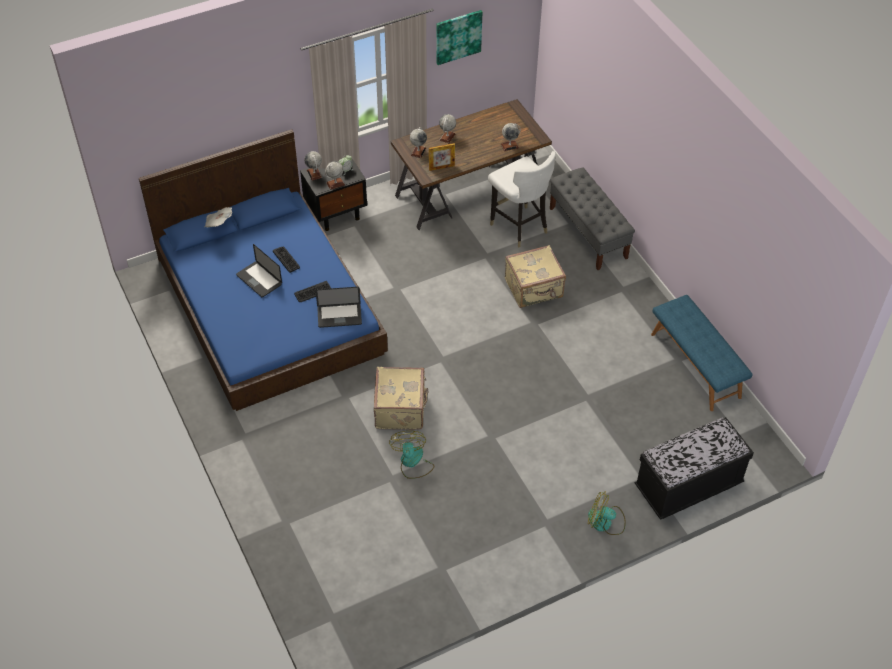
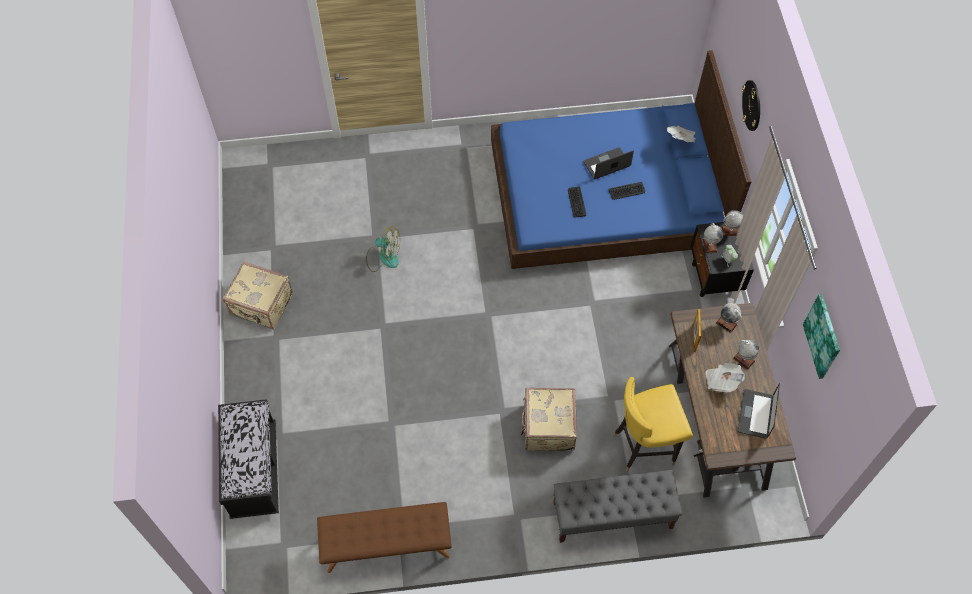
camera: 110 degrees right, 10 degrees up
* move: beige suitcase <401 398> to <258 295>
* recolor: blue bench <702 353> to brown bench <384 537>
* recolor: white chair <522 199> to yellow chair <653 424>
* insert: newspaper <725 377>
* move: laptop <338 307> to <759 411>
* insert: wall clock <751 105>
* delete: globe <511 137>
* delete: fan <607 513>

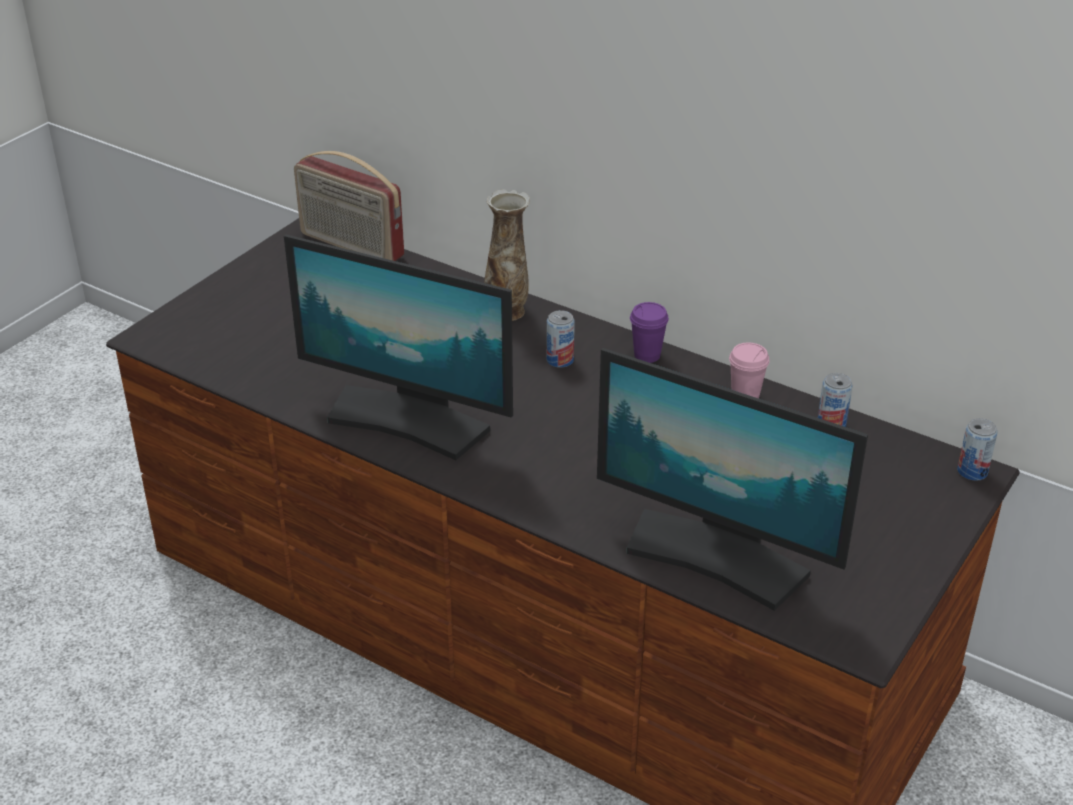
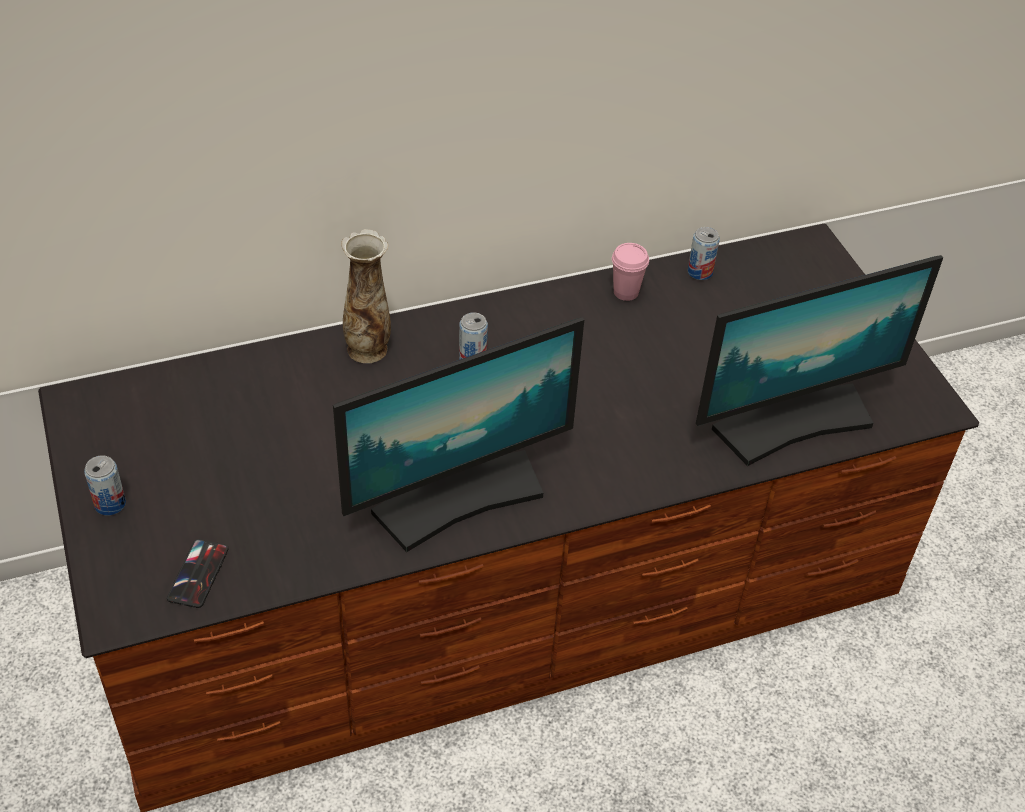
camera: 55 degrees left, 10 degrees up
* move: can <977 449> to <105 485>
* insert: phone <198 573>
* delete: radio <349 206>
* delete: purple cup <649 332>

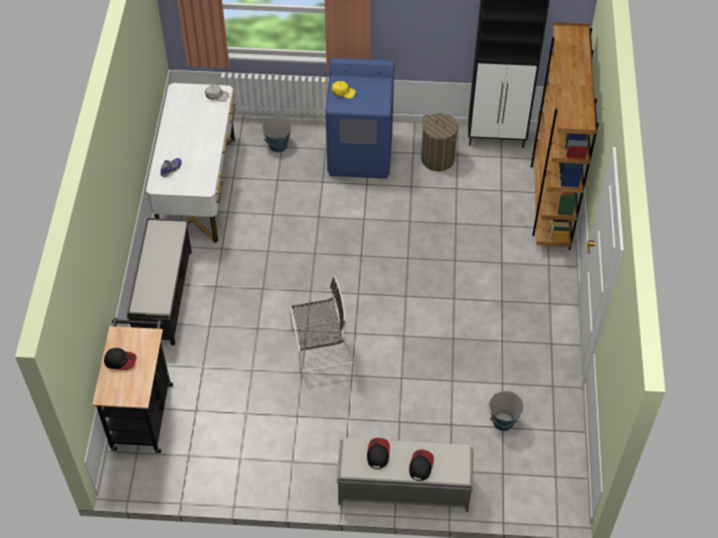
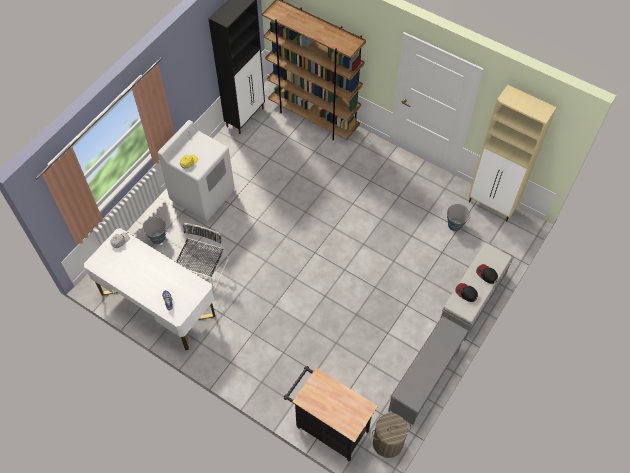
camera: 60 degrees left, 5 degrees up
* recolor: blue washing machine <360 118> to white washing machine <196 170>
* move: black chair <322 324> to <202 257>
* move: laundry basket <439 142> to <391 435>
* insert: grey shoe rack <428 370>
* insert: beige cabinet <512 153>
* delete: cap <120 359>
* delete: black bench <159 281>

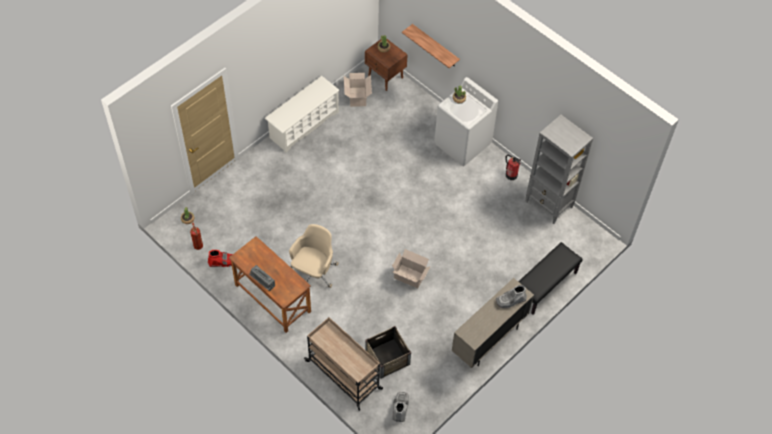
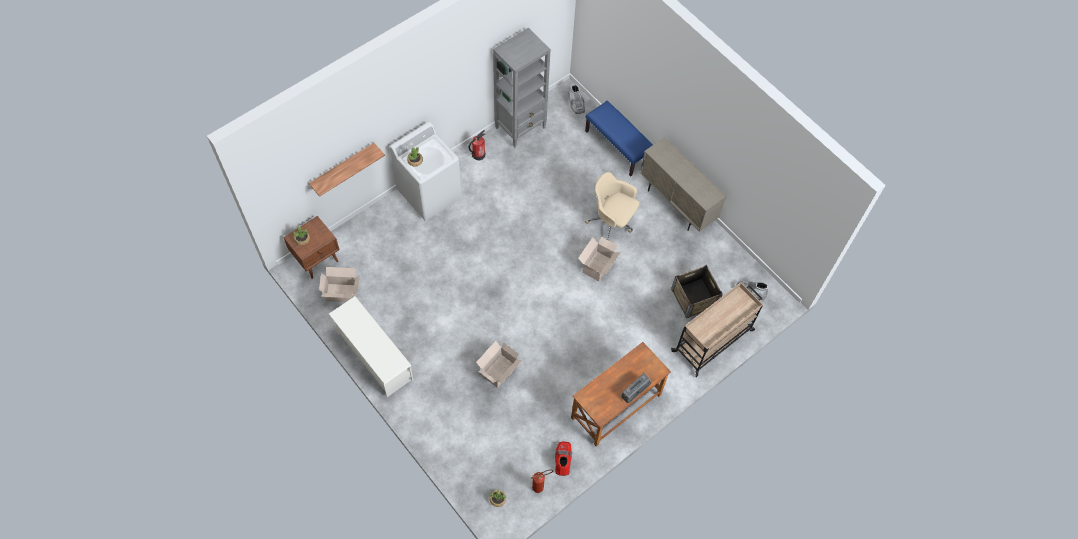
camera: 85 degrees left, 5 degrees up
* insert: cardboard box <499 364>
* move: grey boot <511 296> to <576 99>
* recolor: black bench <550 278> to blue bench <619 138>
* move: beige office chair <314 256> to <612 206>

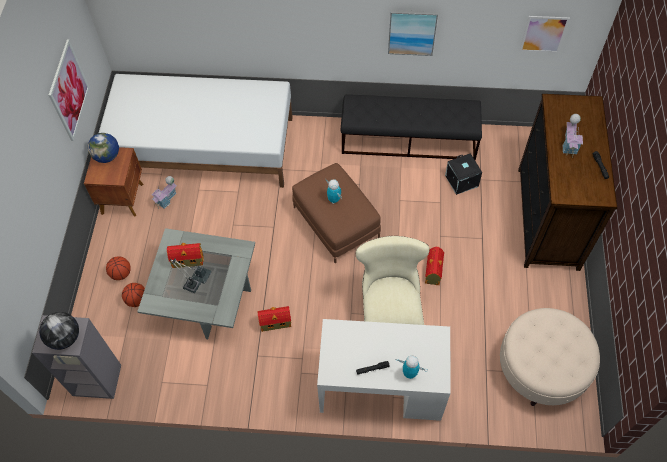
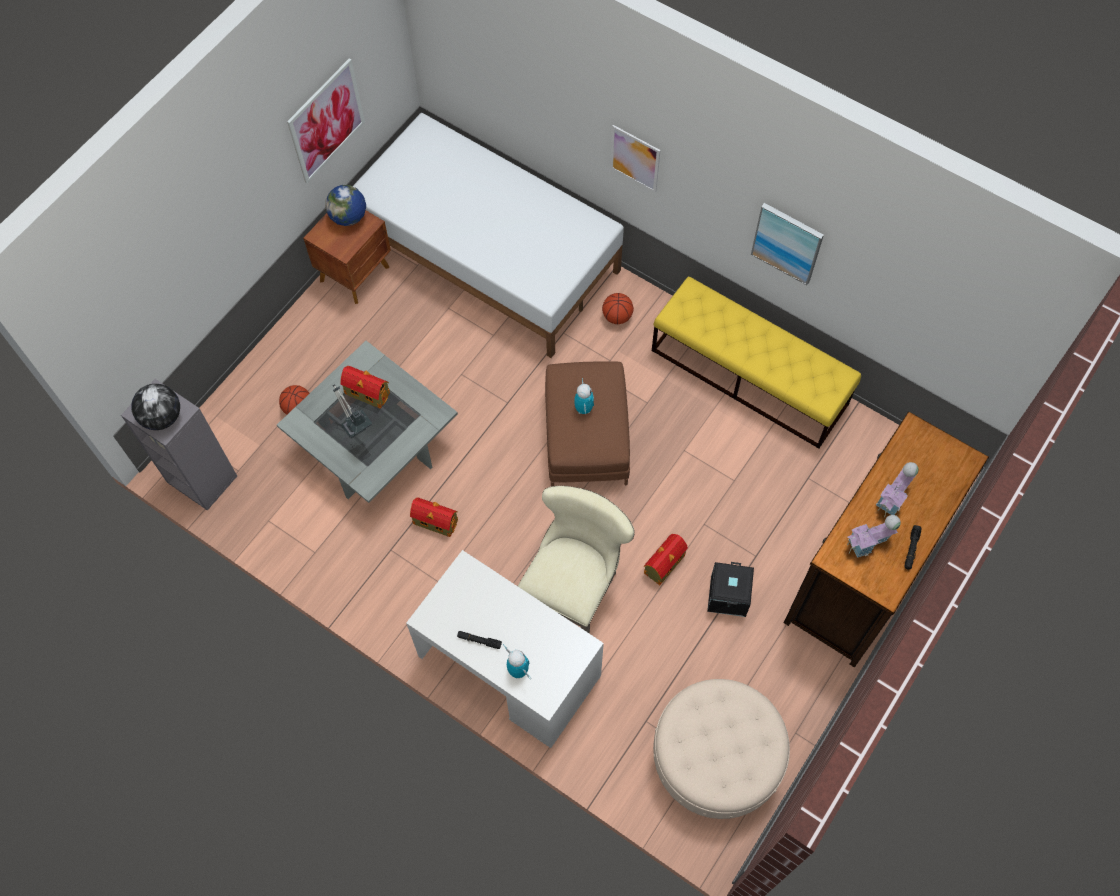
camera: 30 degrees right, 5 degrees up
* move: basketball <118 268> to <618 308>
* move: picture <545 34> to <635 159>
* recolor: black bench <411 127> to yellow bench <756 363>
* move: black storage box <463 174> to <730 589>
* move: toy house <164 192> to <874 536>

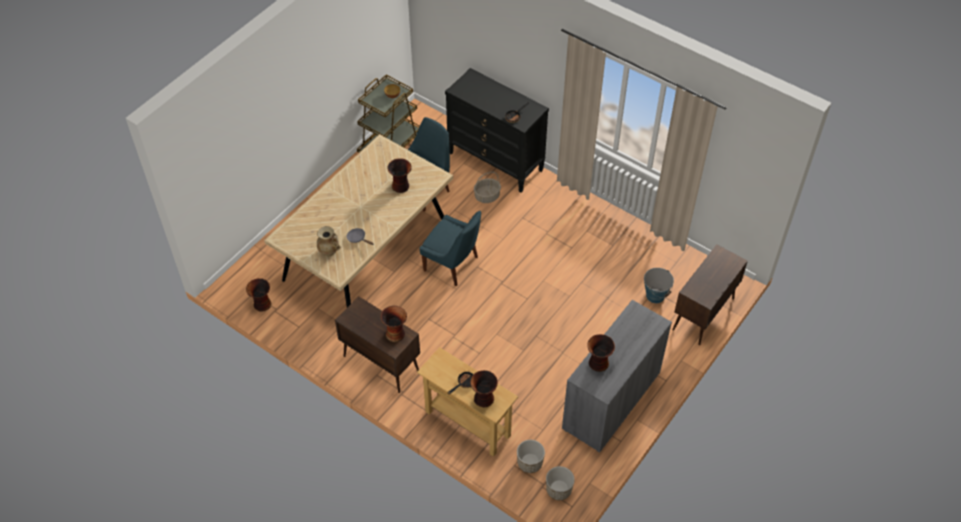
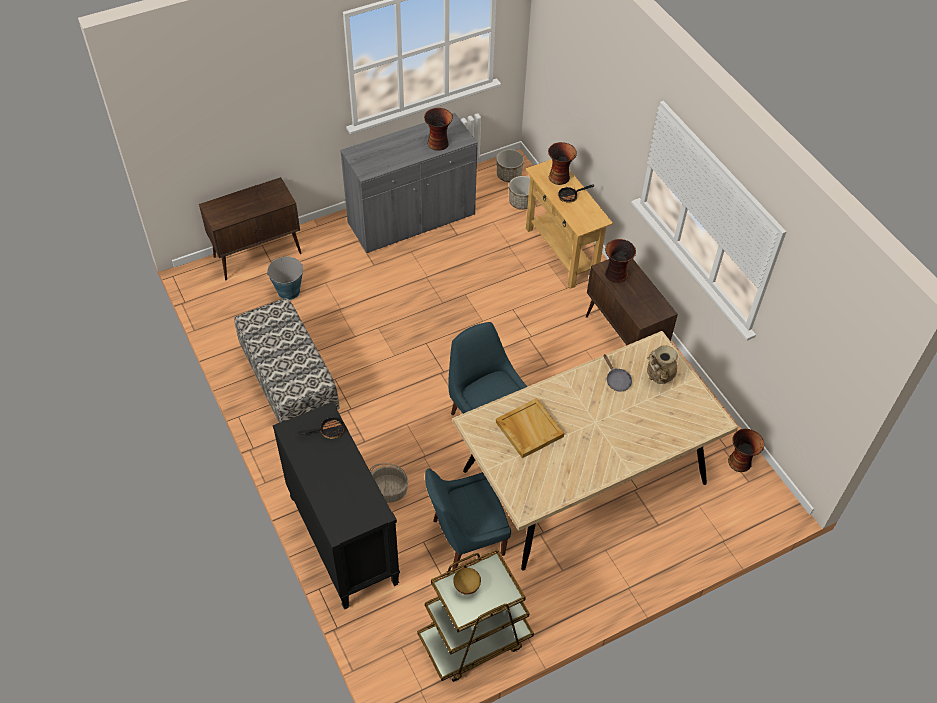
camera: 155 degrees left, 0 degrees up
* insert: bench <287 360>
* replace: vase <399 175> to beige tray <530 428>

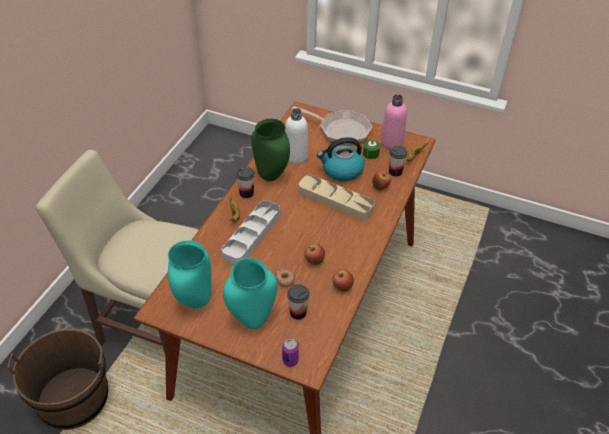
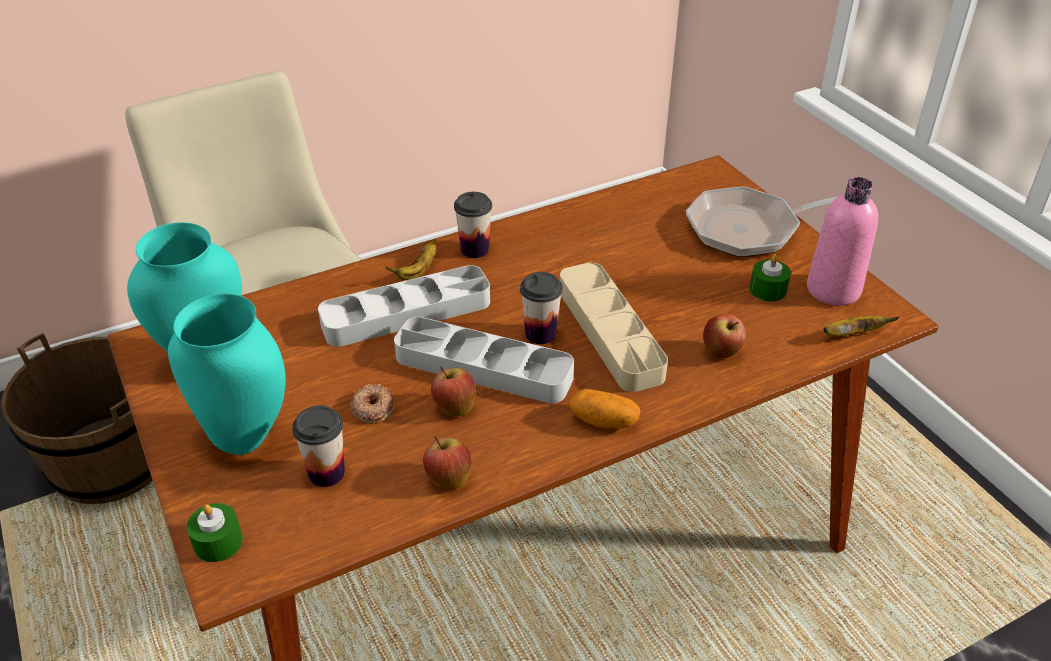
camera: 40 degrees right, 5 degrees down
* replace: can <290 352> to green candle <215 532>
* insert: grey tray <484 360>
* move: cup <398 161> to <541 308>
* insert: potato <605 409>
* rotate: frying pan <332 125> = <761 221> 105 degrees clockwise
* delete: green vase <270 150>
* delete: white bottle <296 136>
* delete: kettle <341 159>

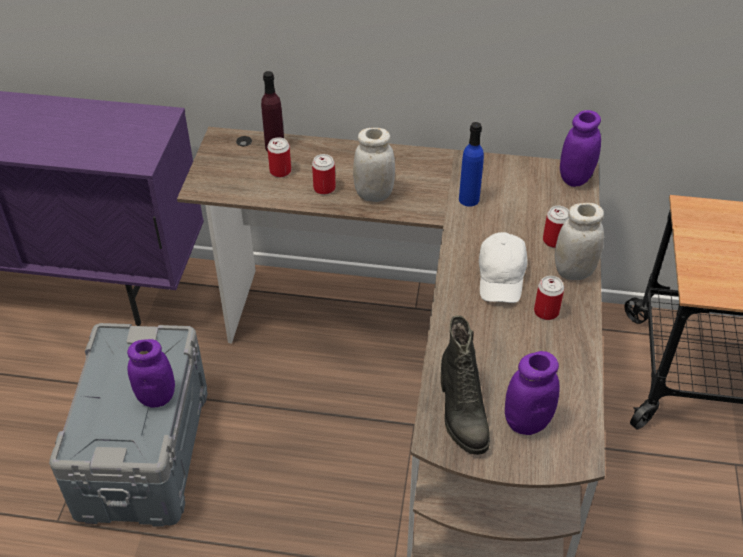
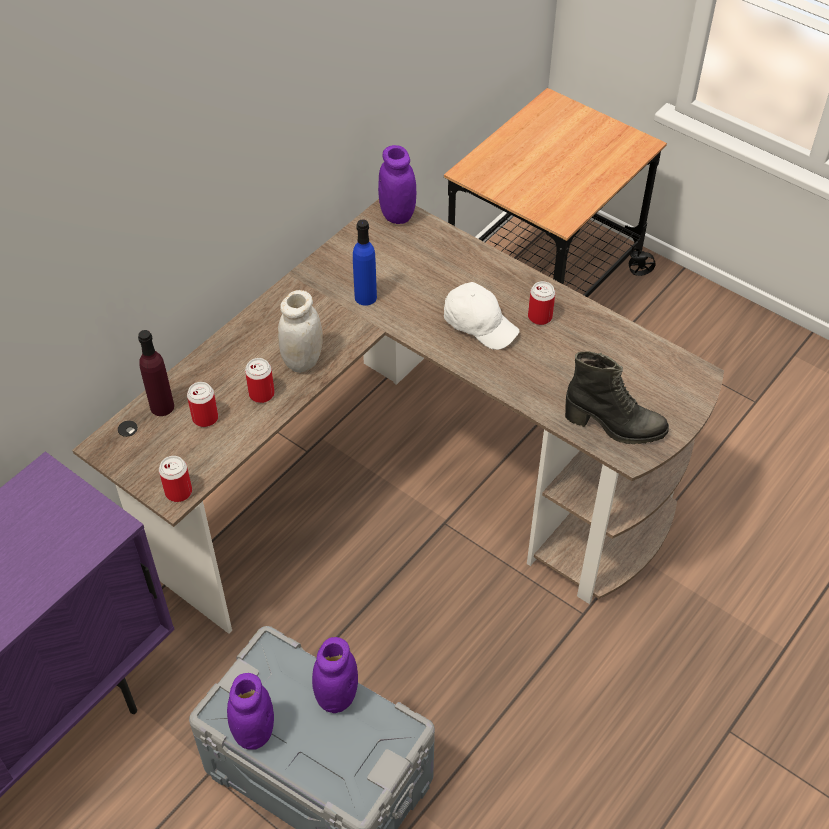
camera: 60 degrees left, 5 degrees up
* move: can <556 227> to <175 479>
* move: purple jar <532 393> to <250 711>
* delete: white jar <579 241>

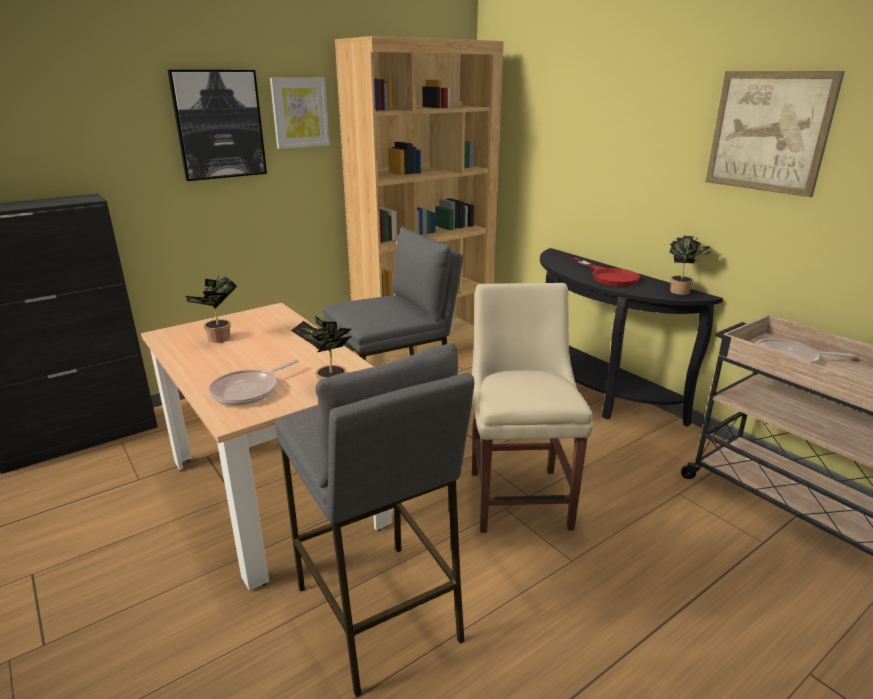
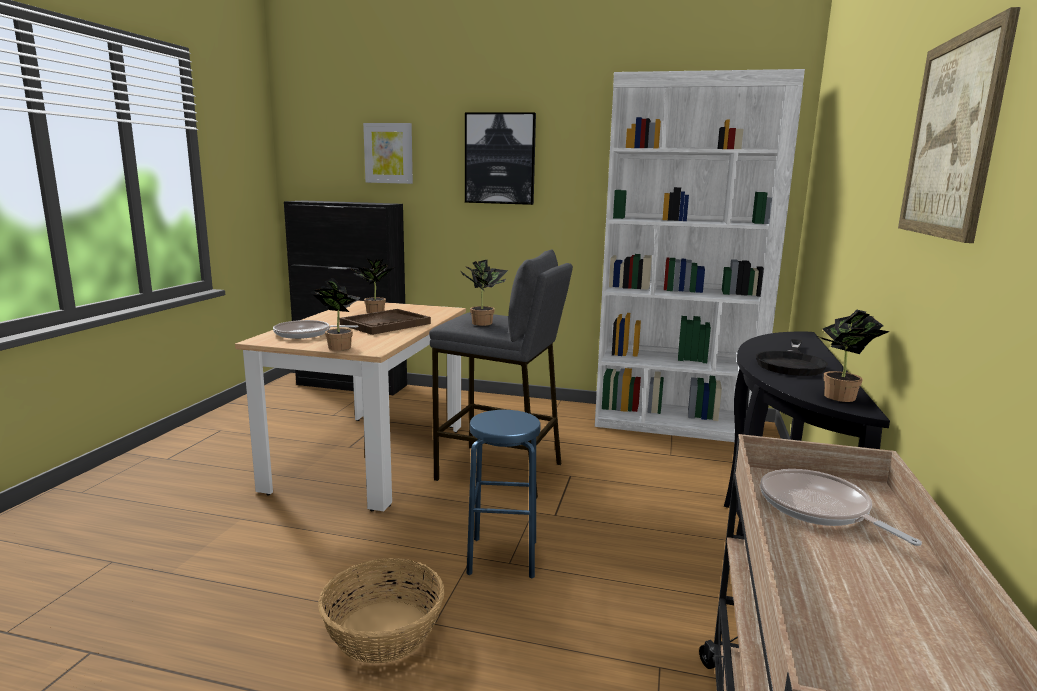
camera: 50 degrees right, 10 degrees down
* insert: basket <381 610>
* insert: brown tray <385 322>
* move: picture <300 113> to <388 153>
* insert: potted plant <484 293>
* replace: beige chair <532 408> to blue stool <504 494>
* recolor: brown bookcase <419 201> to white bookcase <700 255>
* recolor: red frying pan <606 272> to black frying pan <792 357>
* delete: grey stool <375 520>

